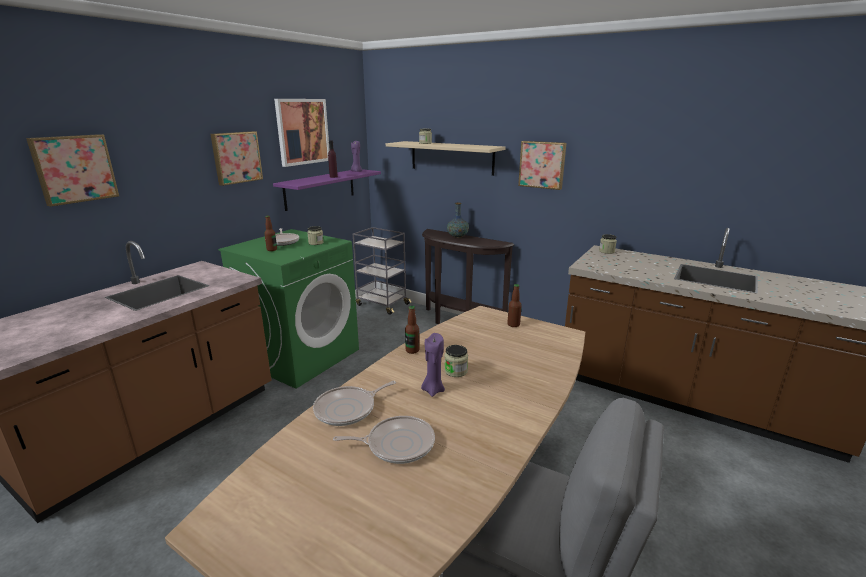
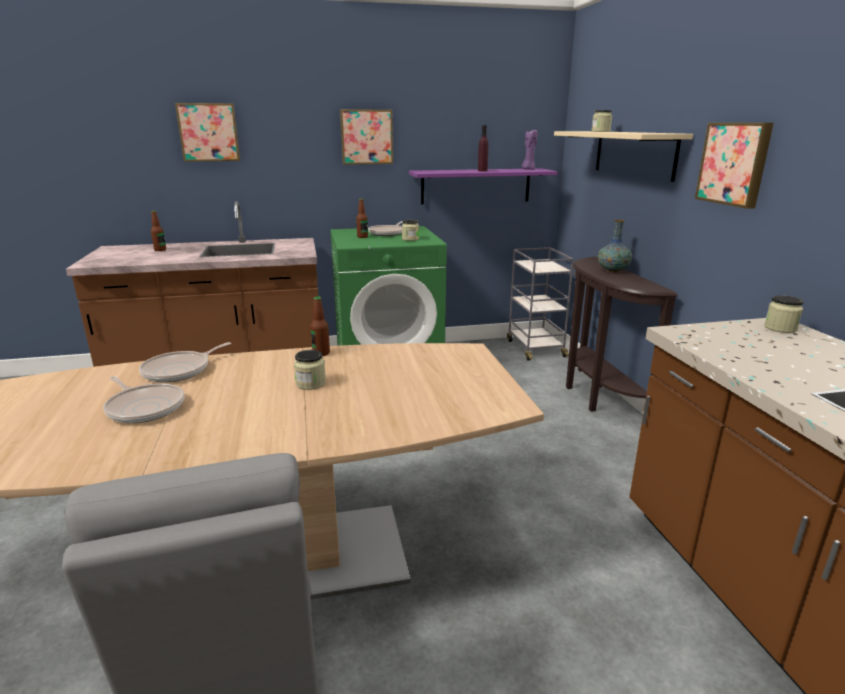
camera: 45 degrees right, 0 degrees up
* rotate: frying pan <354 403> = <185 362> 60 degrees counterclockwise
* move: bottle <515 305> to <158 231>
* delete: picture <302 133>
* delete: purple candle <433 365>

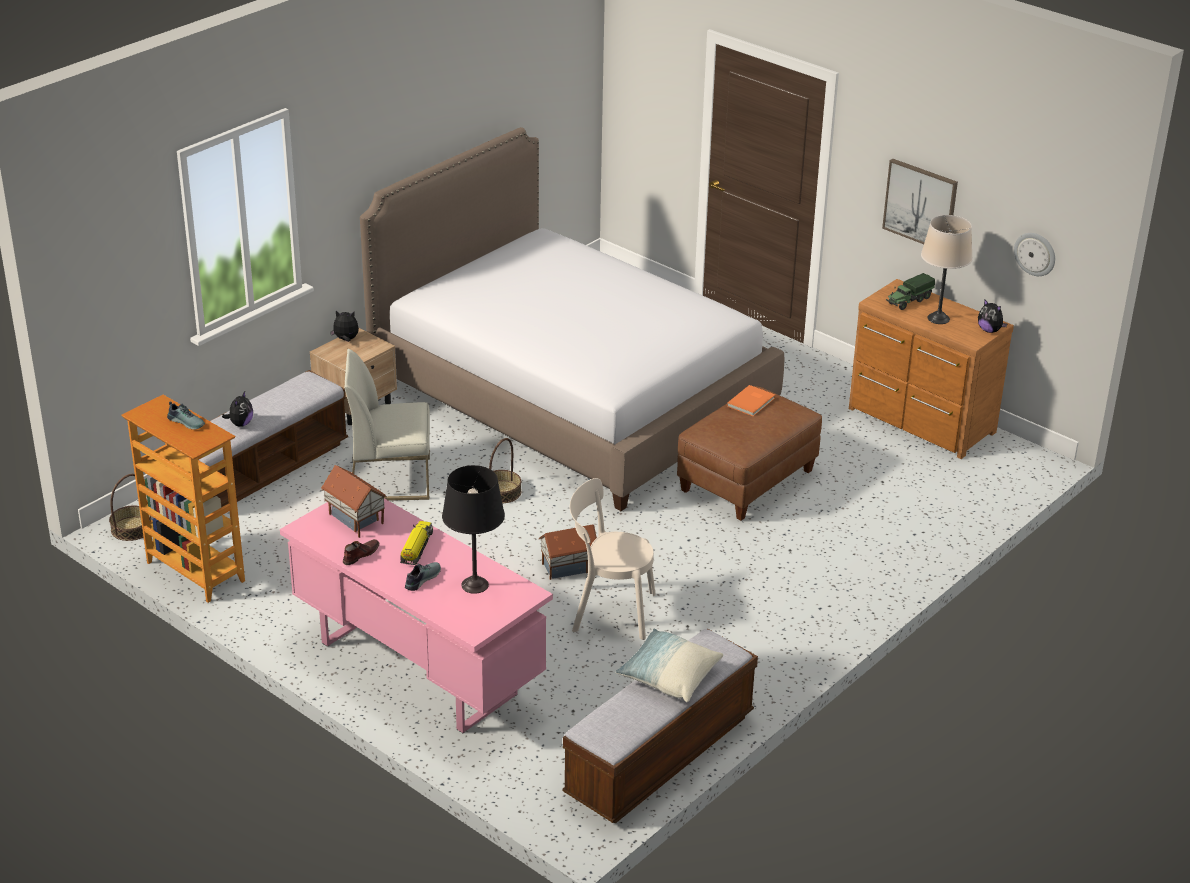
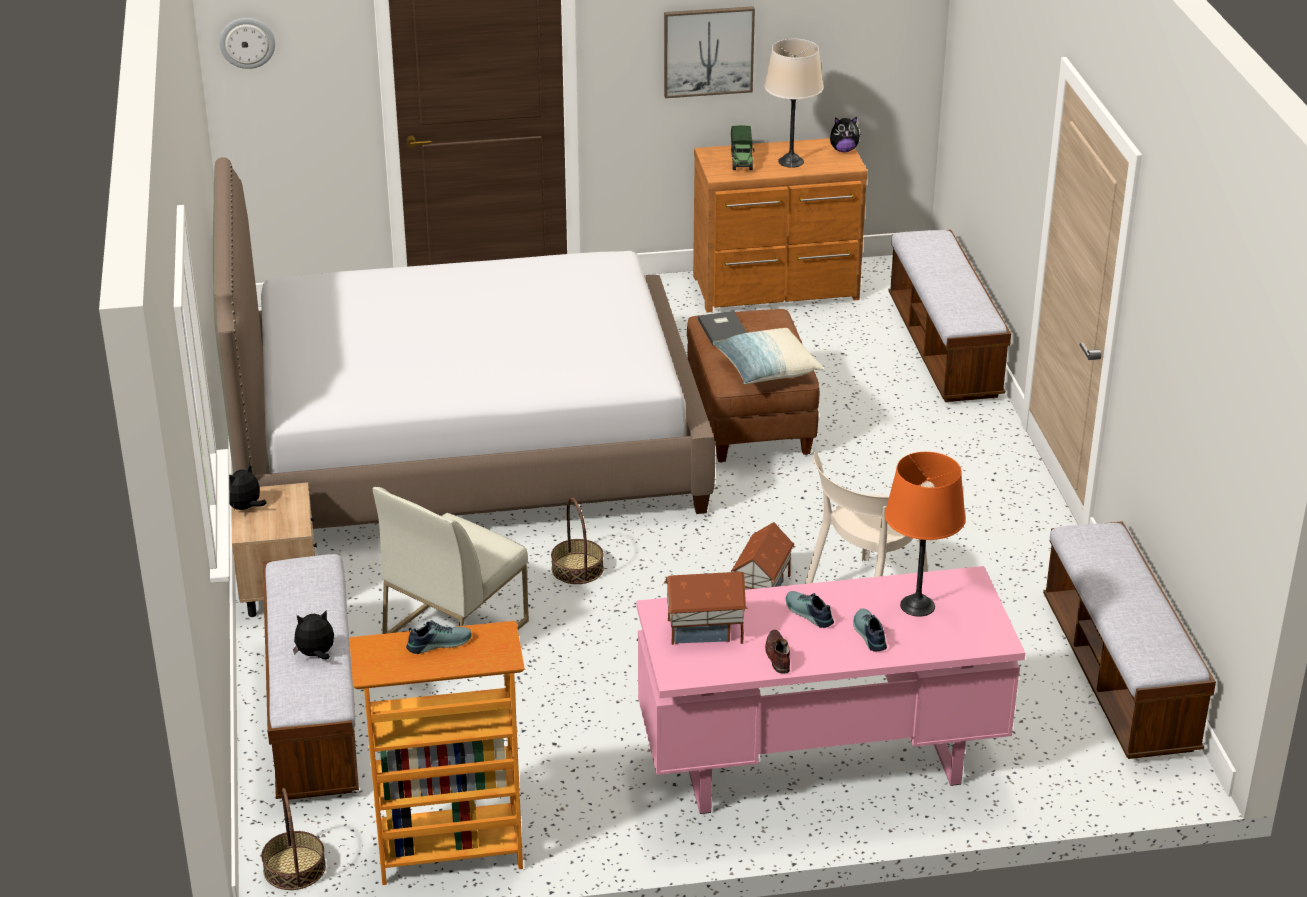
camera: 50 degrees left, 0 degrees up
* move: wall clock <1034 254> to <247 43>
* rotate: plush toy <237 409> = <313 635> 75 degrees counterclockwise
* recolor: orange book <751 400> to grey book <722 328>
* move: pillow <669 665> to <768 356>
* replace: toy truck <416 543> to shoe <810 609>
* recolor: black table lamp <473 529> to orange table lamp <925 534>
* insert: bench <950 316>

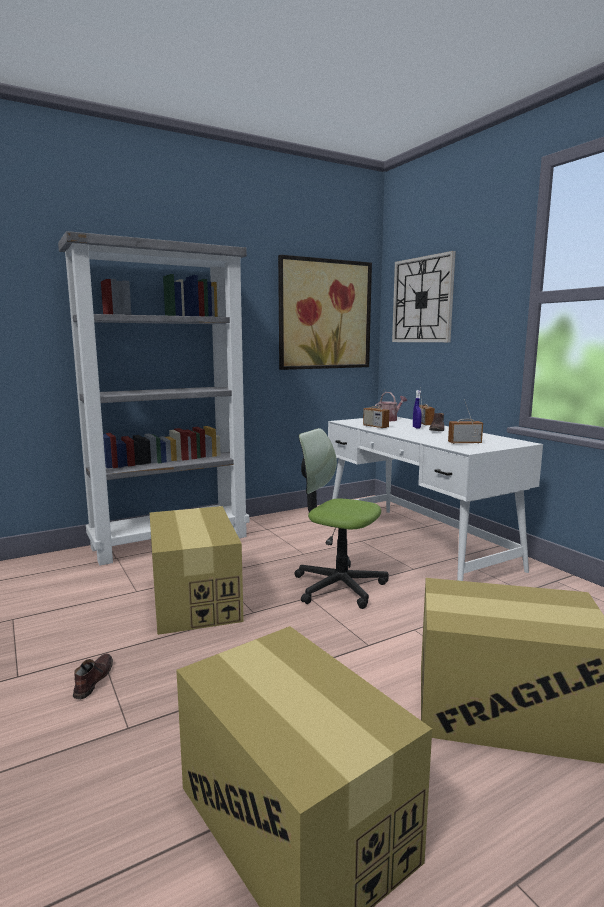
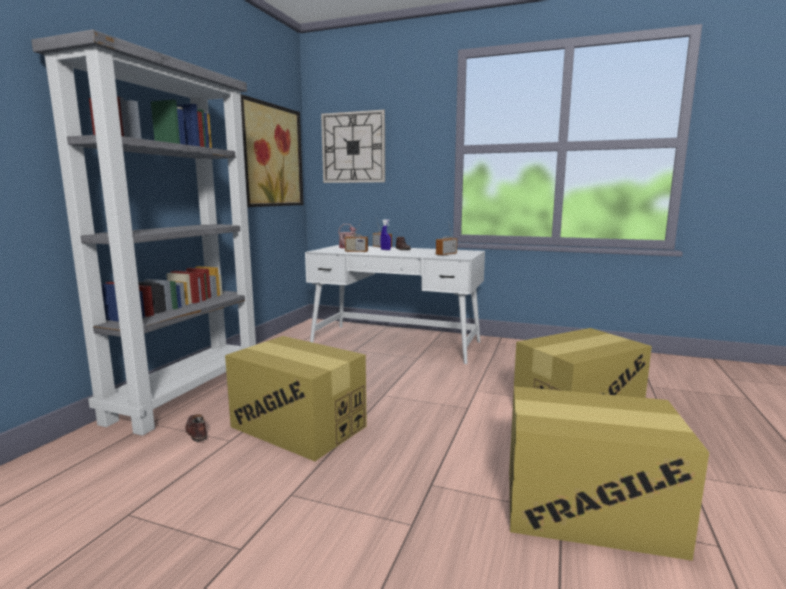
camera: 40 degrees left, 0 degrees up
* move: brown shoe <93 676> to <196 428>
* delete: office chair <341 518>

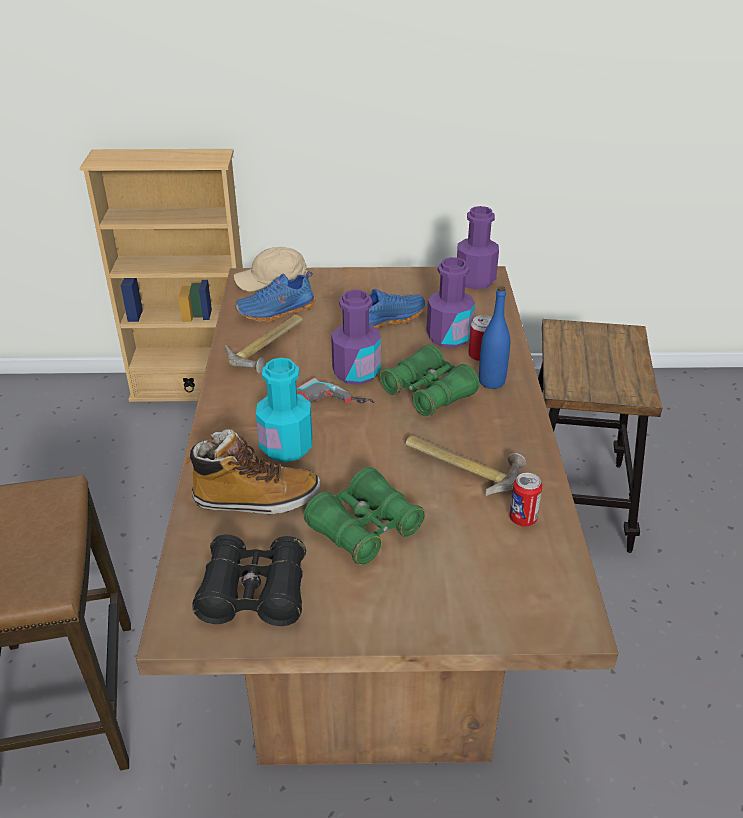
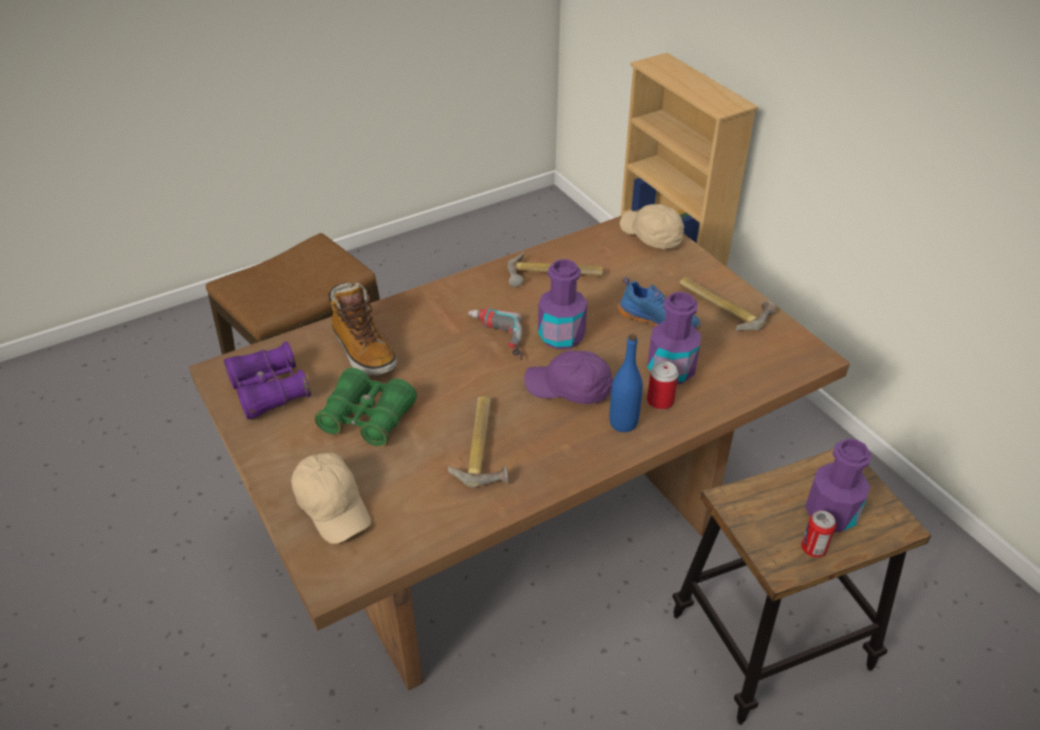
camera: 60 degrees right, 5 degrees up
* recolor: black binoculars <249 580> to purple binoculars <267 381>
* insert: beige cap <331 498>
* replace: green binoculars <429 380> to purple cap <568 377>
* insert: hammer <727 304>
* move: can <525 500> to <818 534>
* move: purple bottle <478 247> to <838 485>
* delete: blue shoe <275 296>
* delete: turquoise bottle <284 410>

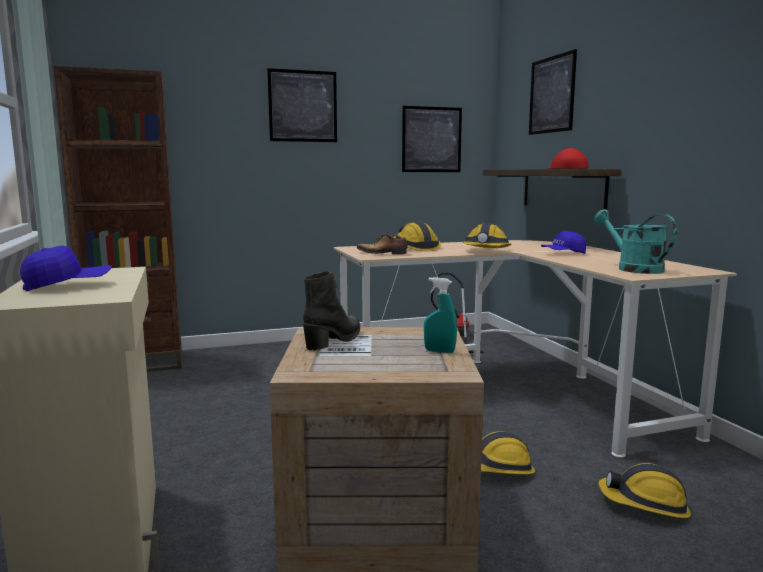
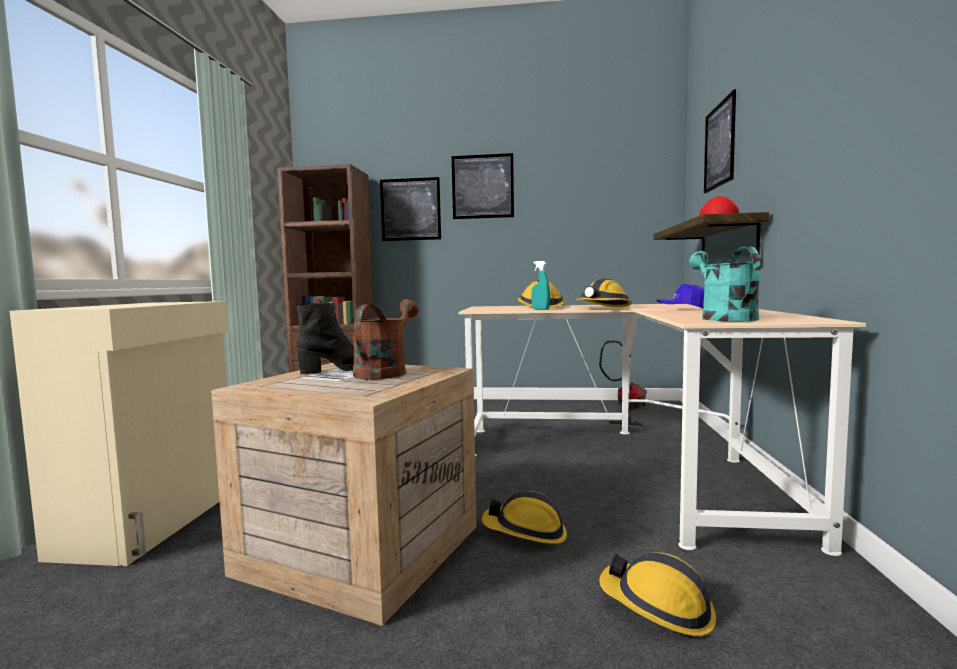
camera: 25 degrees right, 5 degrees down
* insert: brown watering can <385 339>
* move: picture <432 139> to <410 209>
* move: turquoise spray bottle <440 315> to <540 285>
* delete: blue cap <66 268>
* delete: shoe <382 244>

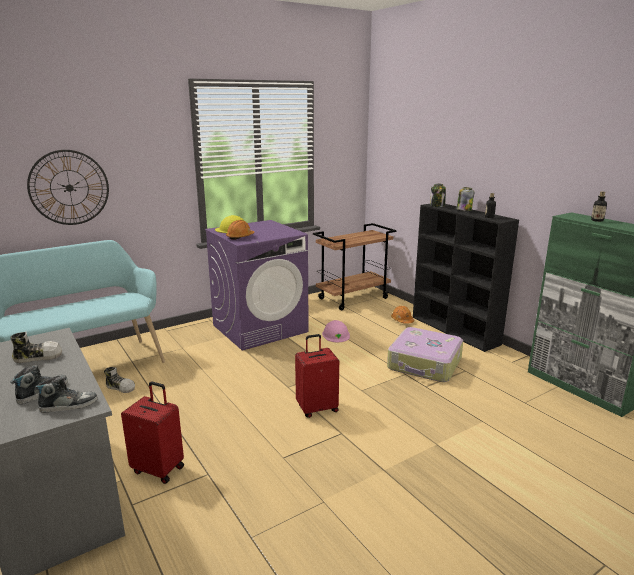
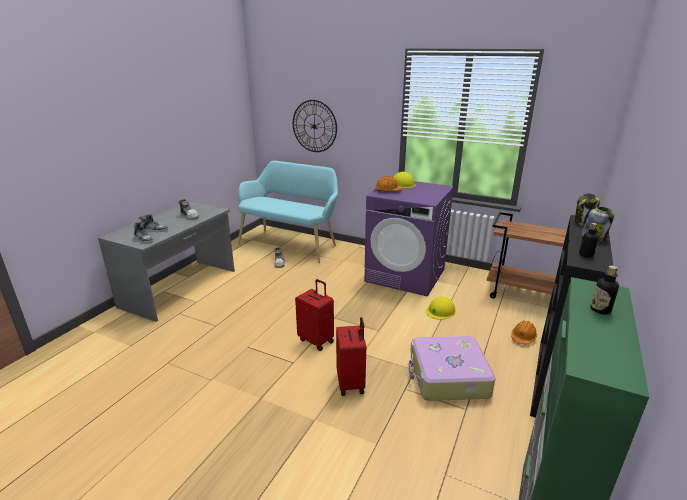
camera: 60 degrees right, 5 degrees up
* move: red suitcase <152 433> to <351 356>
* recolor: pink hard hat <336 331> to yellow hard hat <440 308>

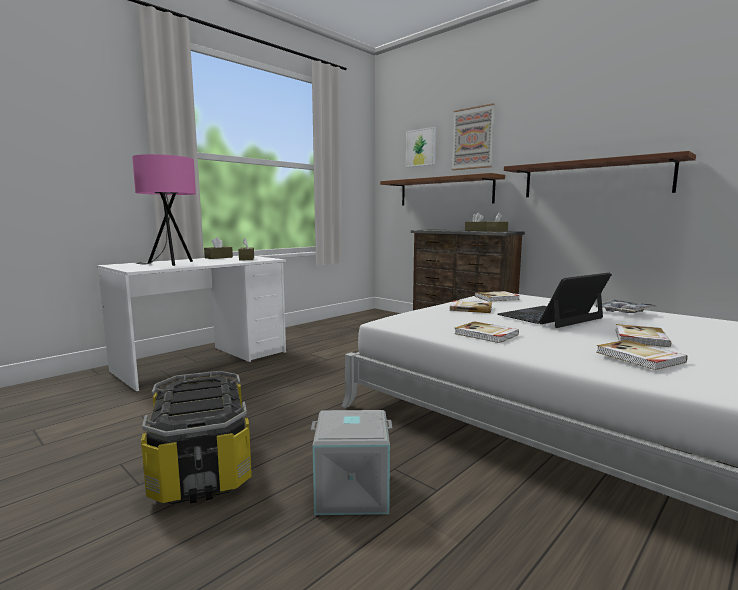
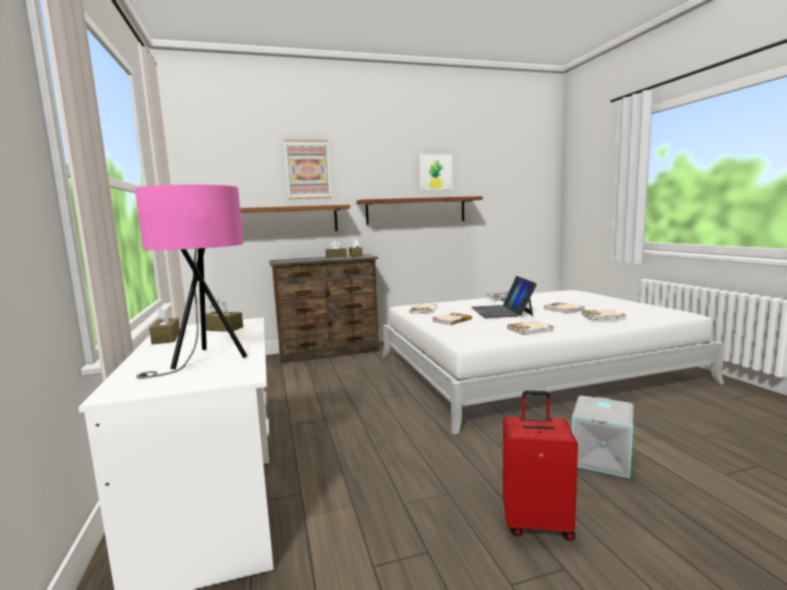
camera: 60 degrees left, 0 degrees up
* move: picture <421 147> to <435 172>
* replace: storage box <196 437> to red suitcase <540 465>

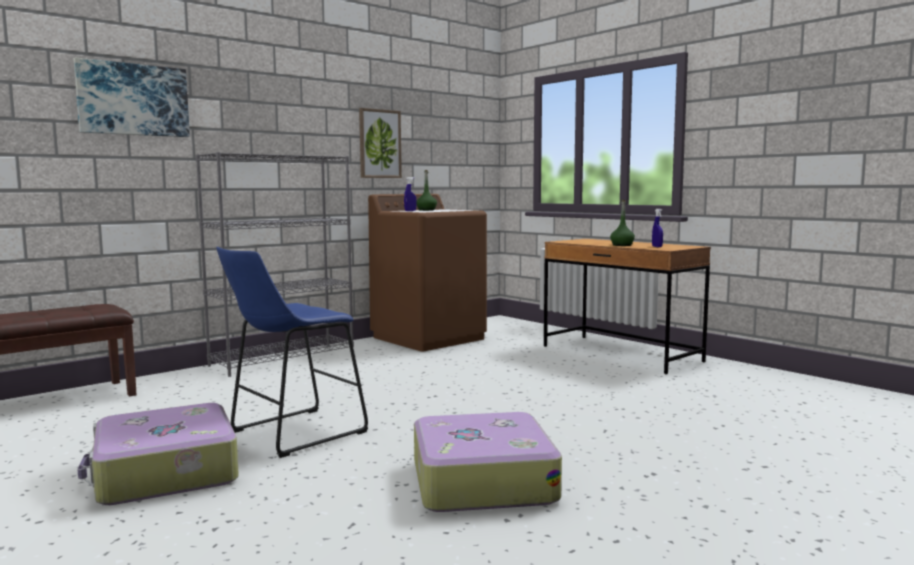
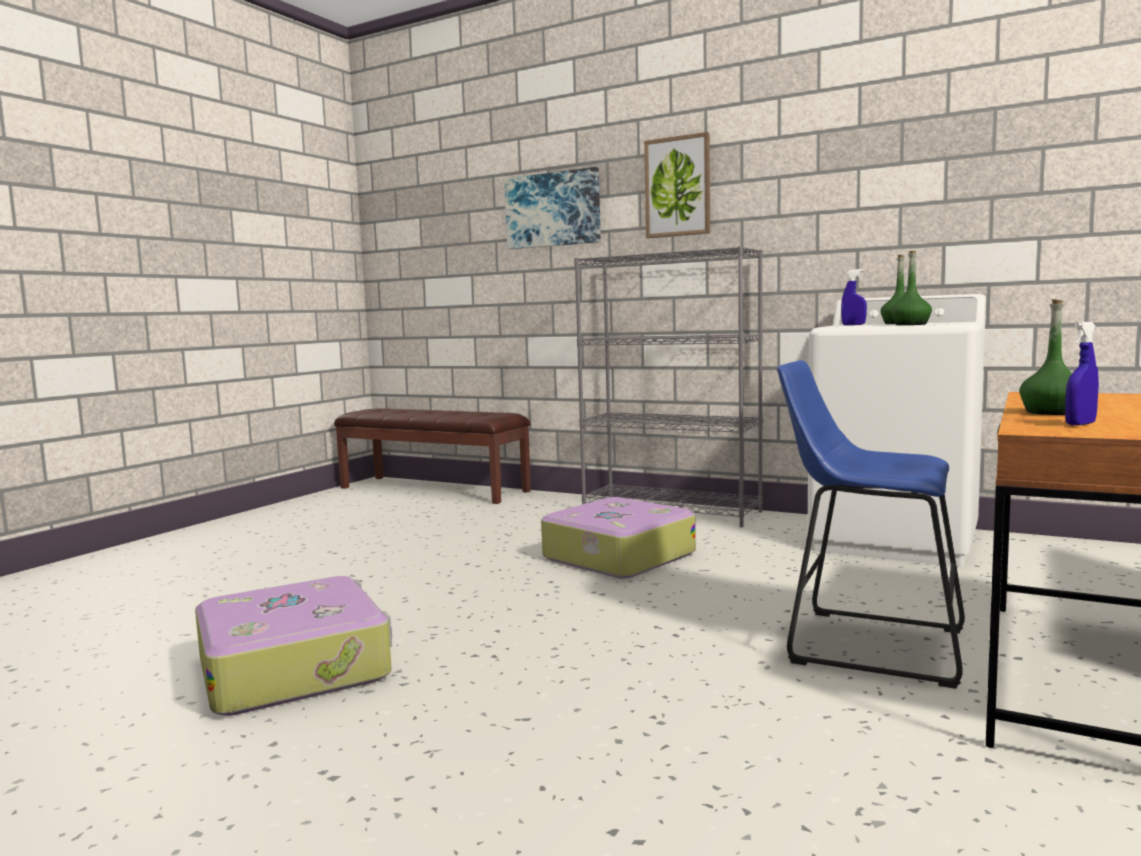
camera: 70 degrees right, 0 degrees up
* move: suitcase <158 454> to <618 538>
* move: picture <380 143> to <677 185>
* move: blue stool <292 352> to <871 524>
* recolor: brown washing machine <427 272> to white washing machine <897 430>
* insert: green bottle <911 288>

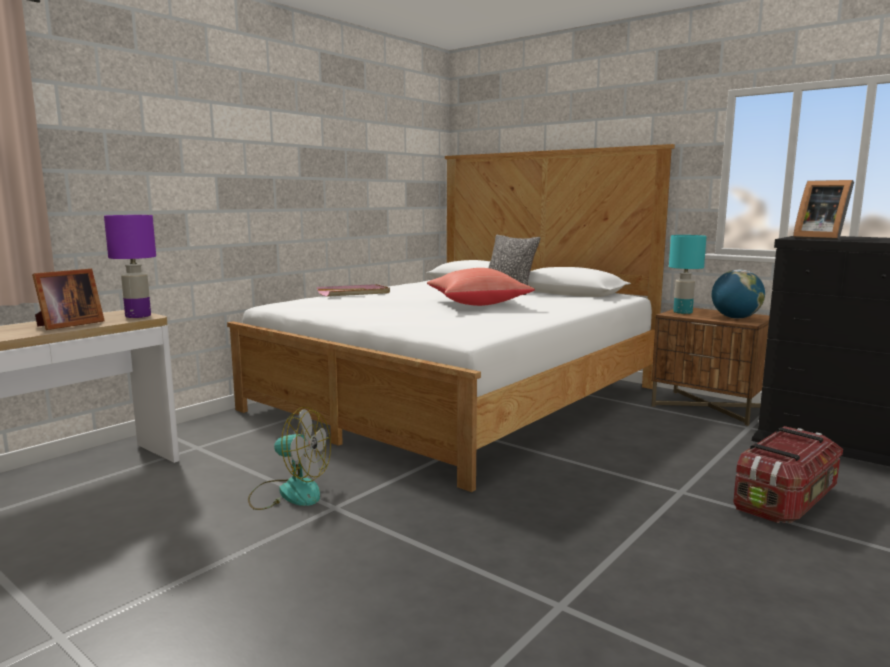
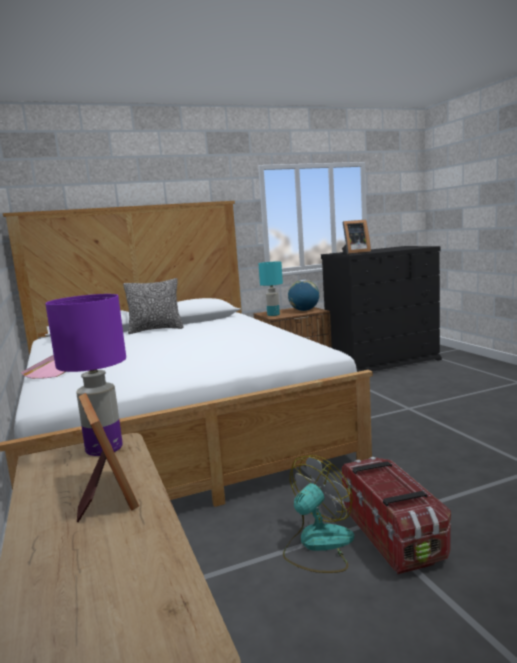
camera: 60 degrees left, 0 degrees up
* move: storage box <788 474> to <396 516>
* delete: red pillow <481 287>

